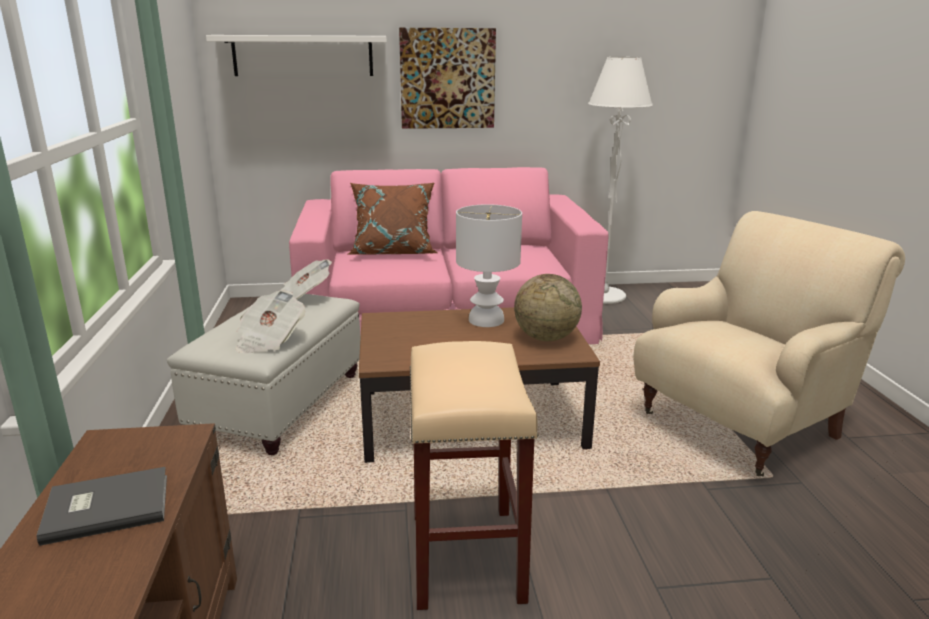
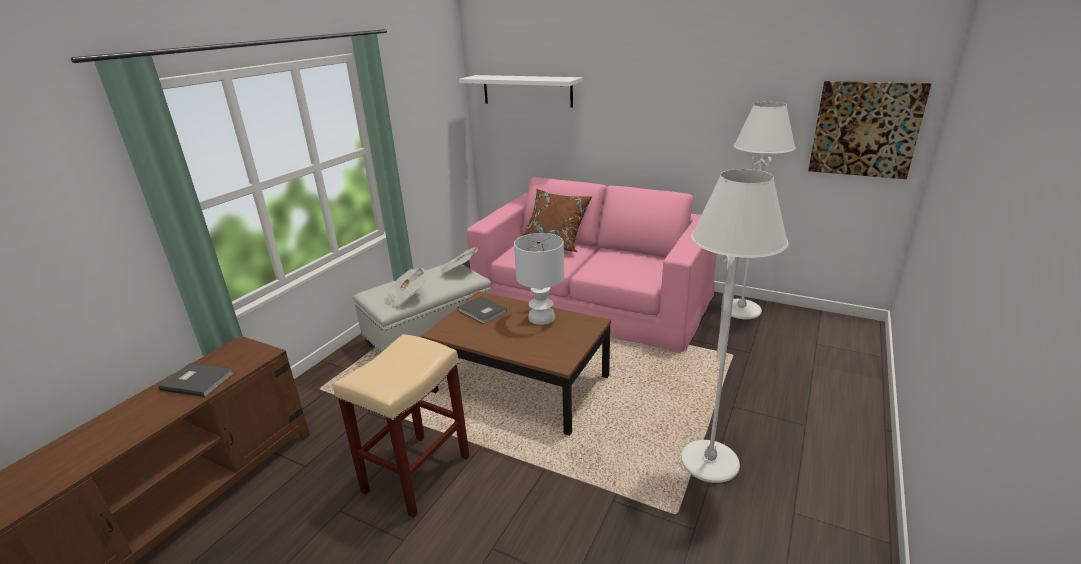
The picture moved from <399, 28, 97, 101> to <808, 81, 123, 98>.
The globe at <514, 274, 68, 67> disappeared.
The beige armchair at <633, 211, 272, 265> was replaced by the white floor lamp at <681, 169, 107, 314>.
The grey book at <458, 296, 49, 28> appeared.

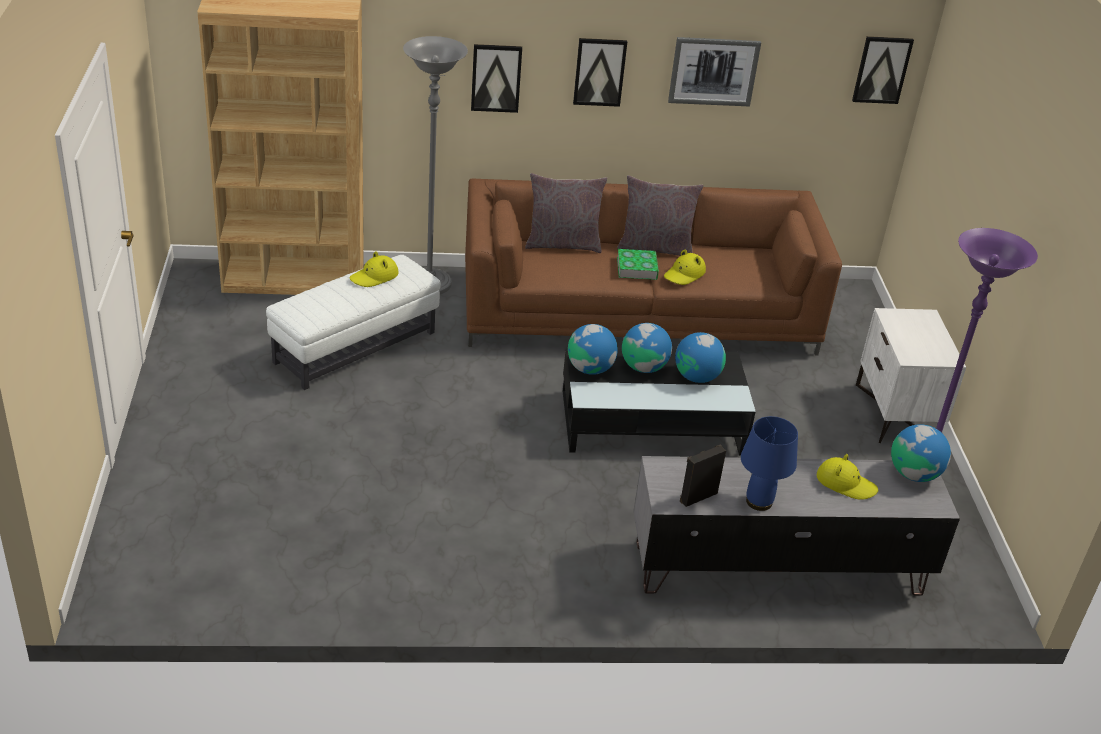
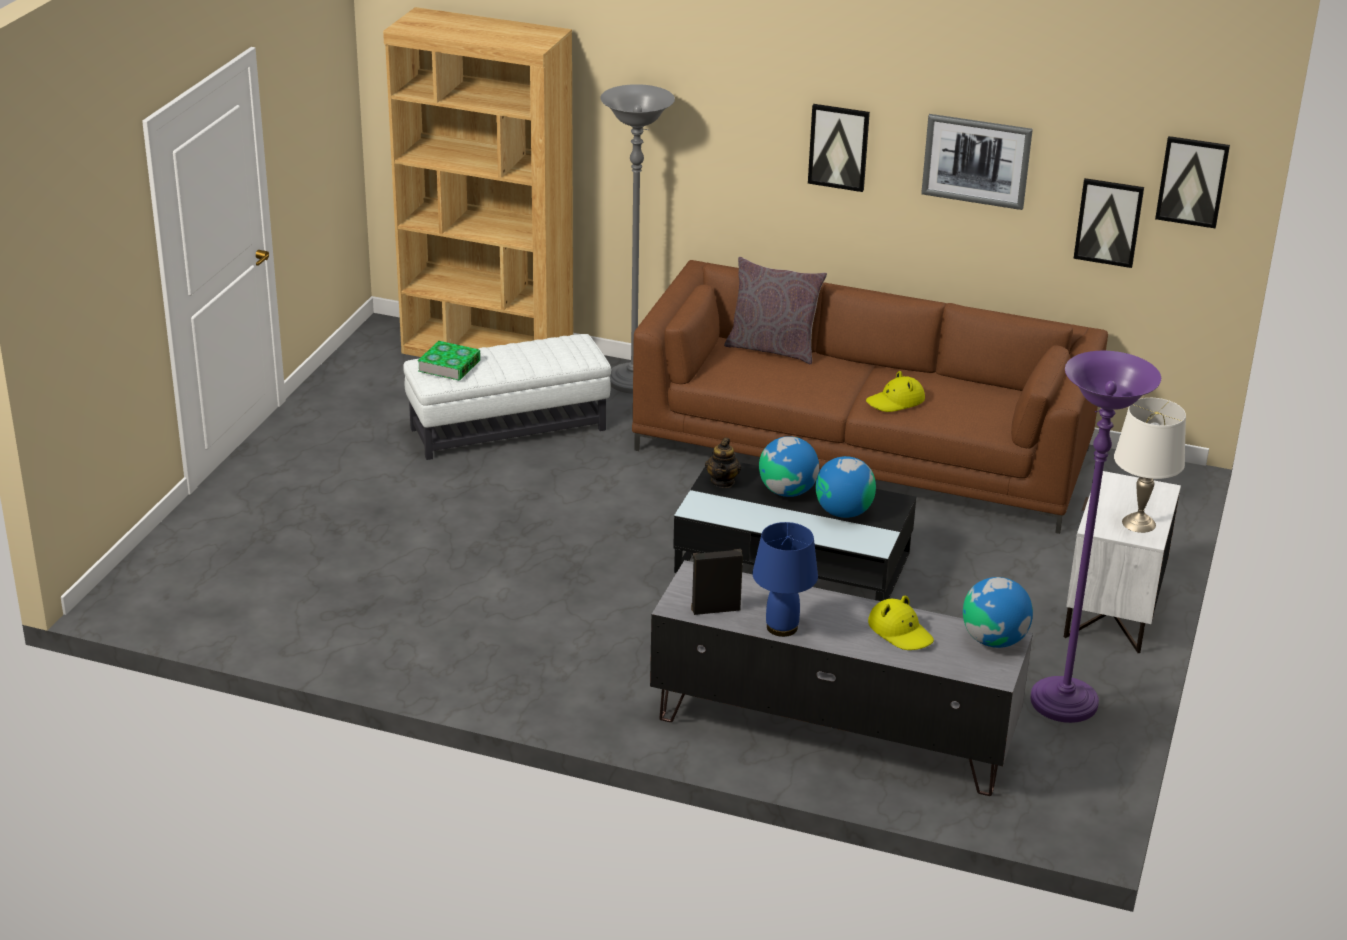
The yellow hat at <350, 251, 49, 36> disappeared.
The picture moved from <471, 44, 51, 69> to <1073, 178, 71, 90>.
The globe at <568, 324, 50, 51> was replaced by the teapot at <705, 438, 36, 50>.
The grey pillow at <617, 175, 86, 81> disappeared.
The book moved from <617, 249, 42, 31> to <418, 341, 63, 39>.
The white table lamp at <1114, 398, 72, 135> appeared.

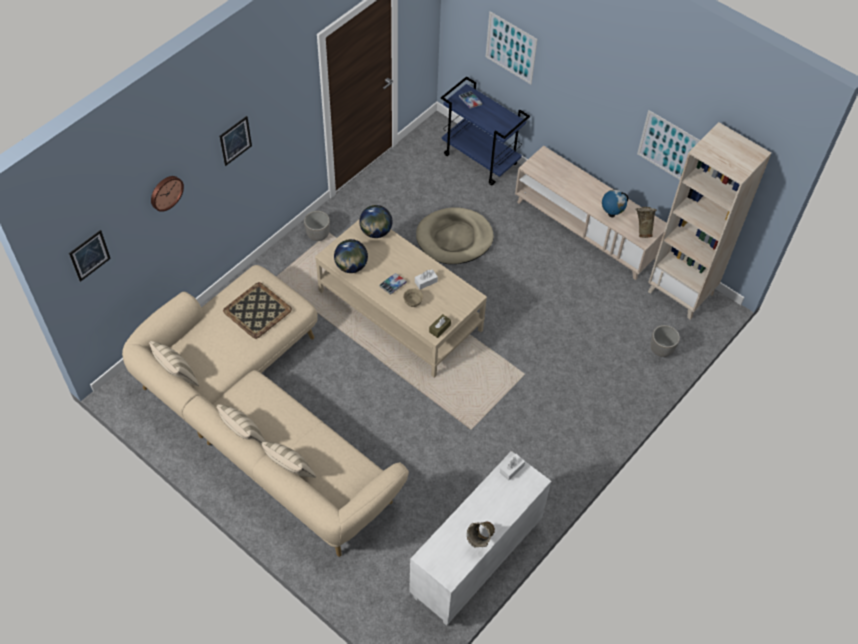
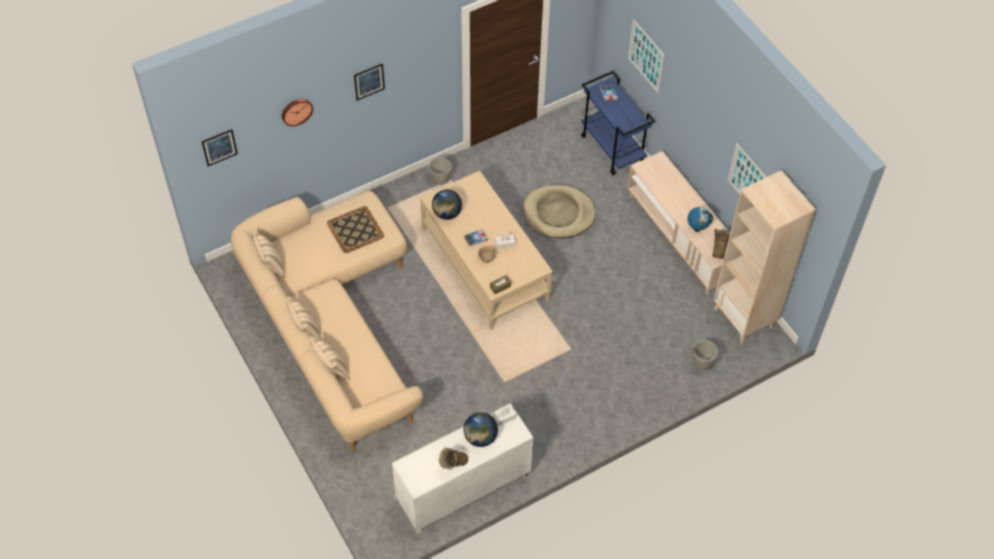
The globe moved from <359, 205, 33, 33> to <464, 412, 34, 35>.

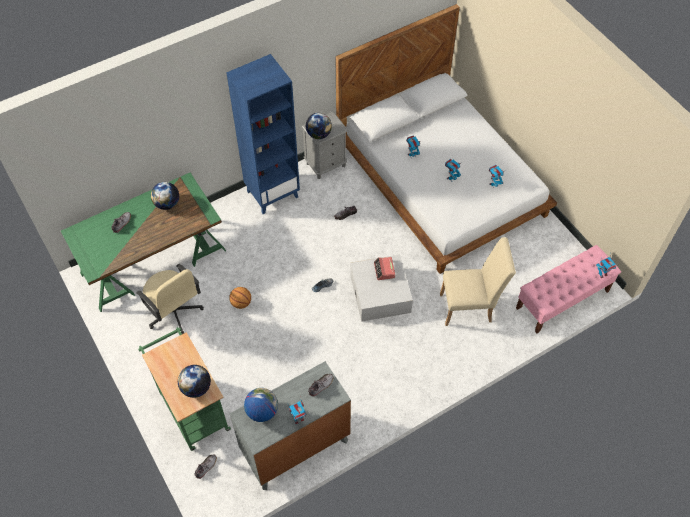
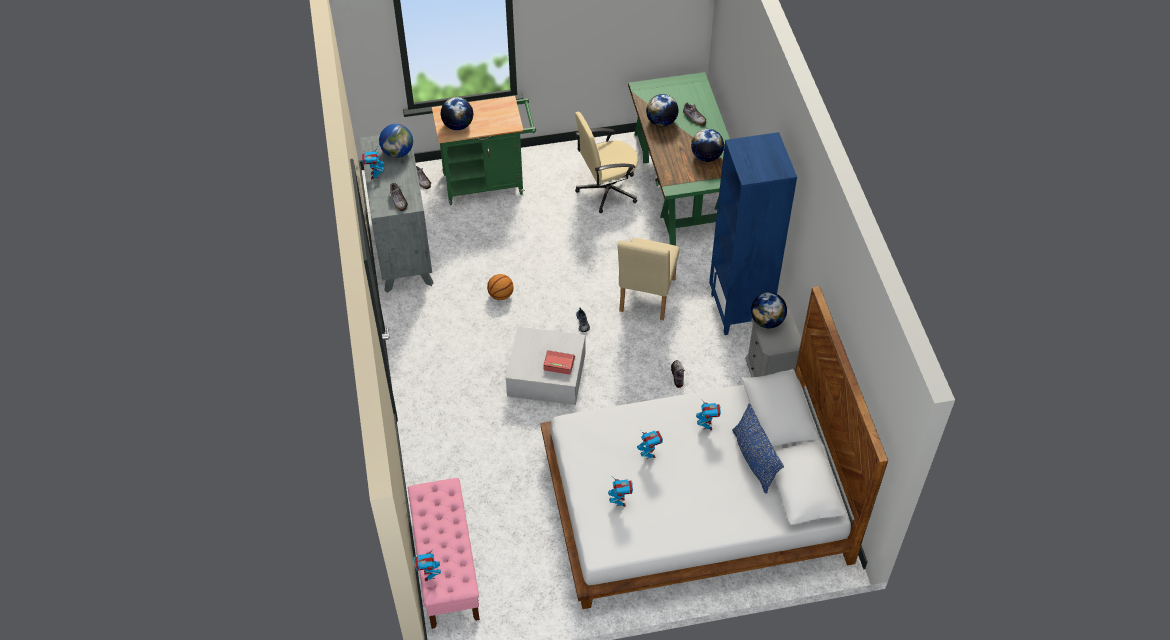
The basketball moved from <229, 287, 22, 22> to <487, 274, 27, 26>.
The beige chair moved from <440, 237, 76, 89> to <618, 238, 61, 82>.
The globe at <646, 94, 33, 33> appeared.
The blue pillow at <732, 403, 52, 91> appeared.

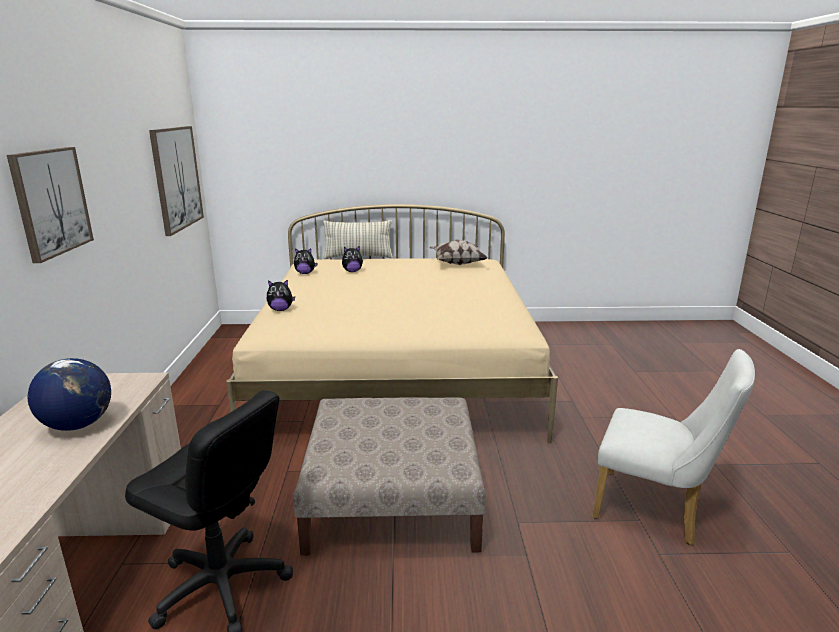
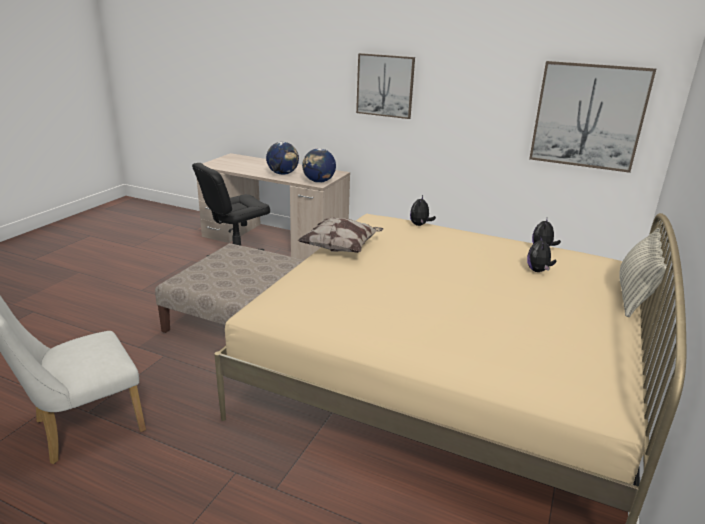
The pillow moved from <430, 240, 57, 25> to <297, 218, 86, 35>.
The globe at <302, 148, 34, 35> appeared.

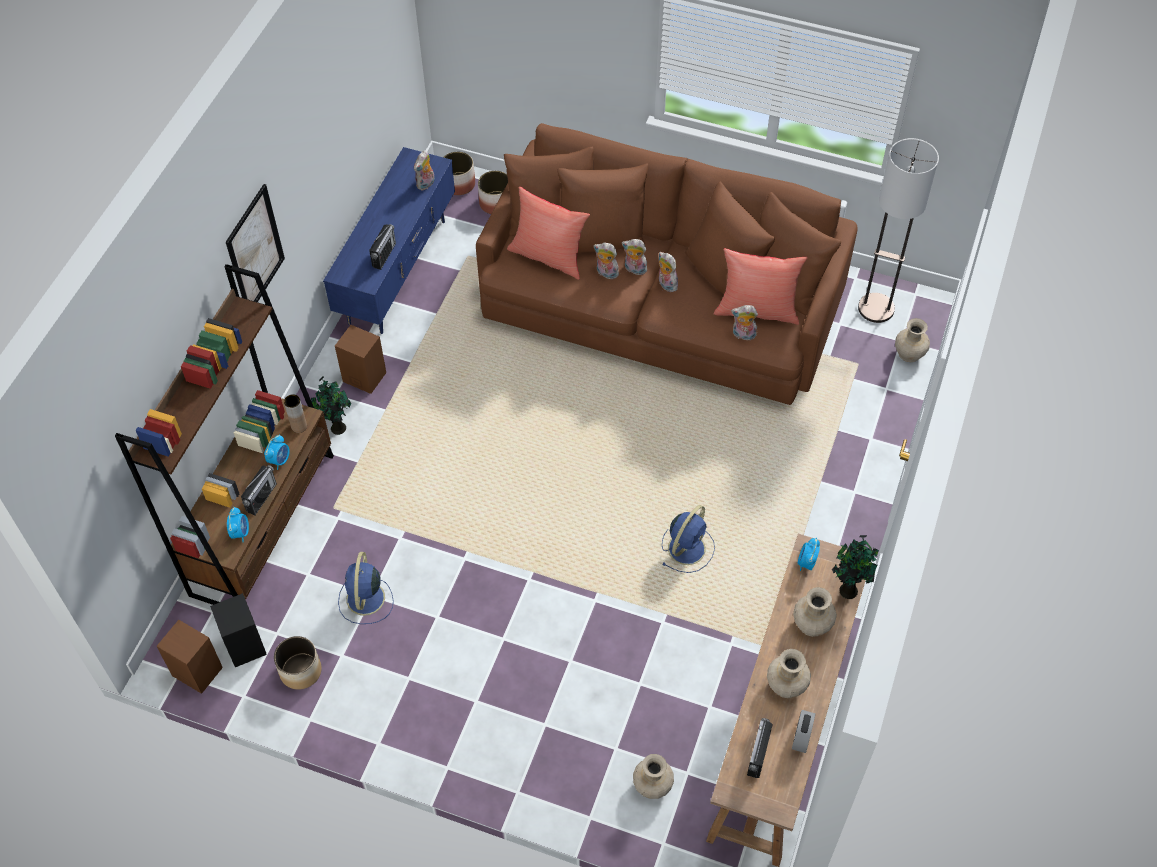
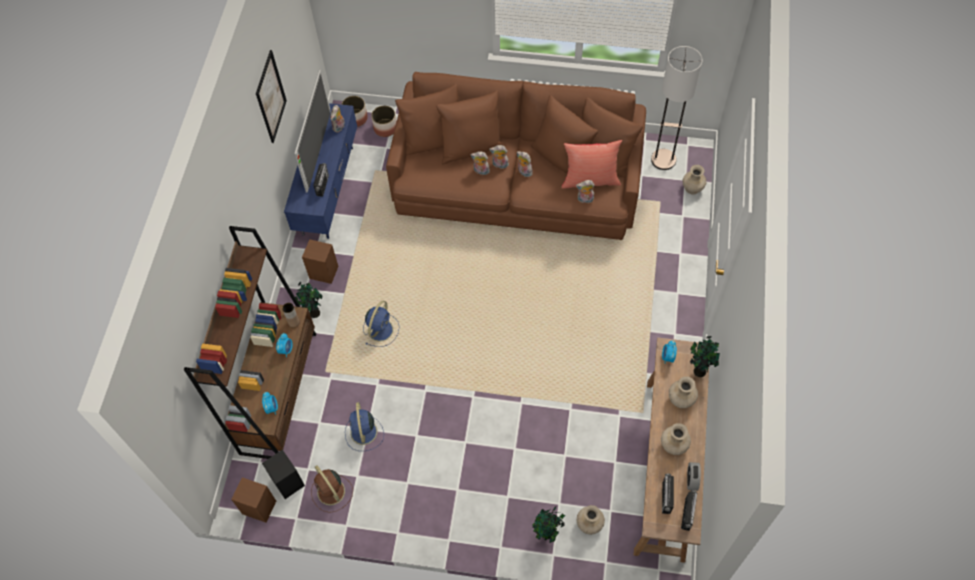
The picture moved from <226, 184, 59, 118> to <256, 50, 31, 93>.
The radio moved from <241, 465, 36, 50> to <681, 490, 16, 41>.
The planter at <274, 636, 48, 54> was replaced by the brown fan at <311, 465, 42, 48>.
The red pillow at <507, 187, 83, 93> disappeared.
The blue fan moved from <662, 505, 53, 68> to <363, 301, 36, 46>.
The television at <294, 69, 37, 124> appeared.
The potted plant at <532, 506, 33, 37> appeared.

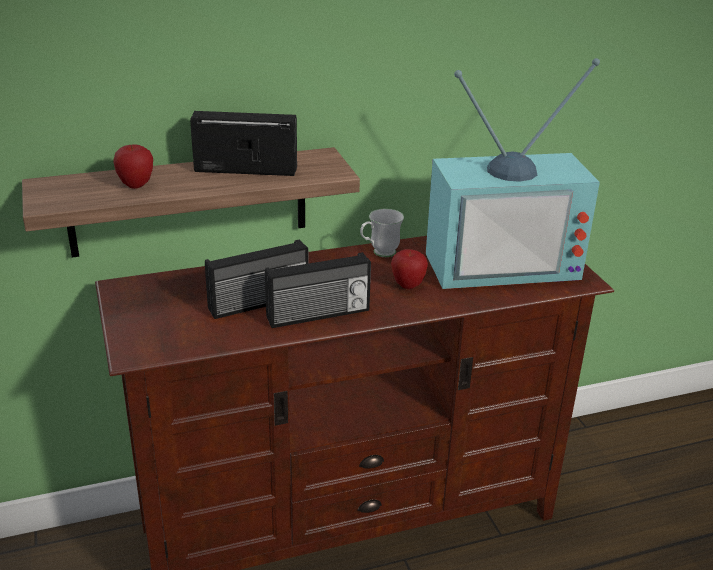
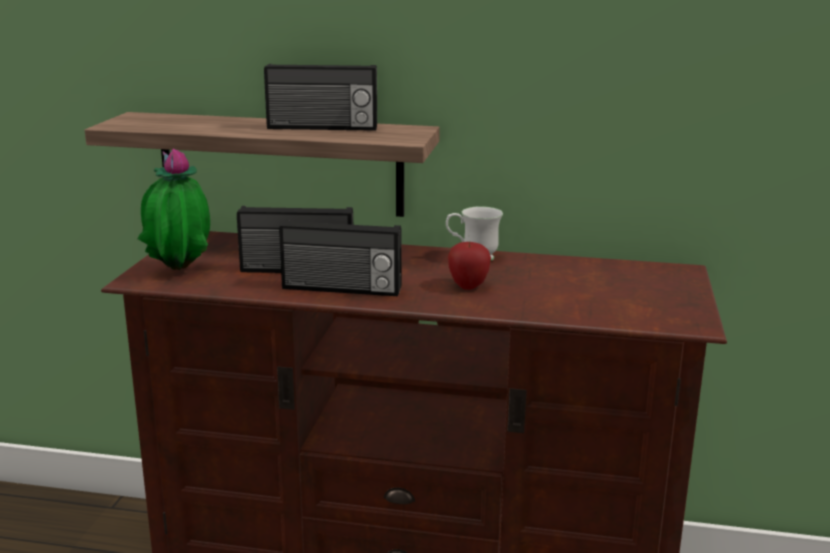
The apple at <113, 144, 40, 45> disappeared.
The radio at <190, 111, 107, 65> turned 150 degrees clockwise.
The television at <426, 58, 174, 231> disappeared.
The potted plant at <138, 149, 72, 121> appeared.

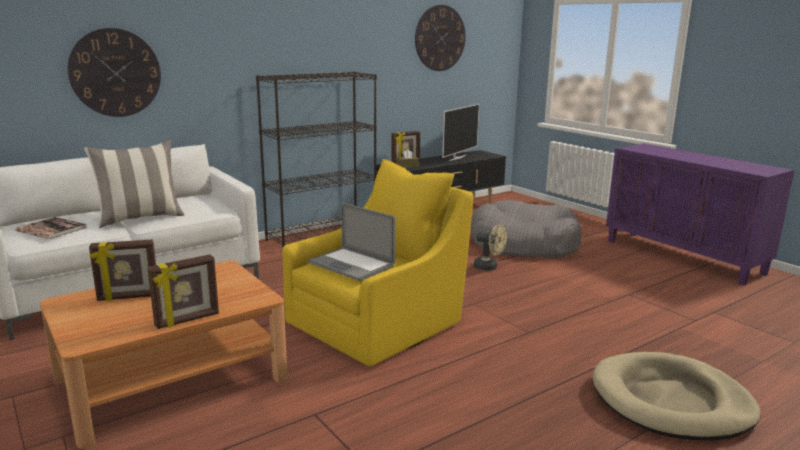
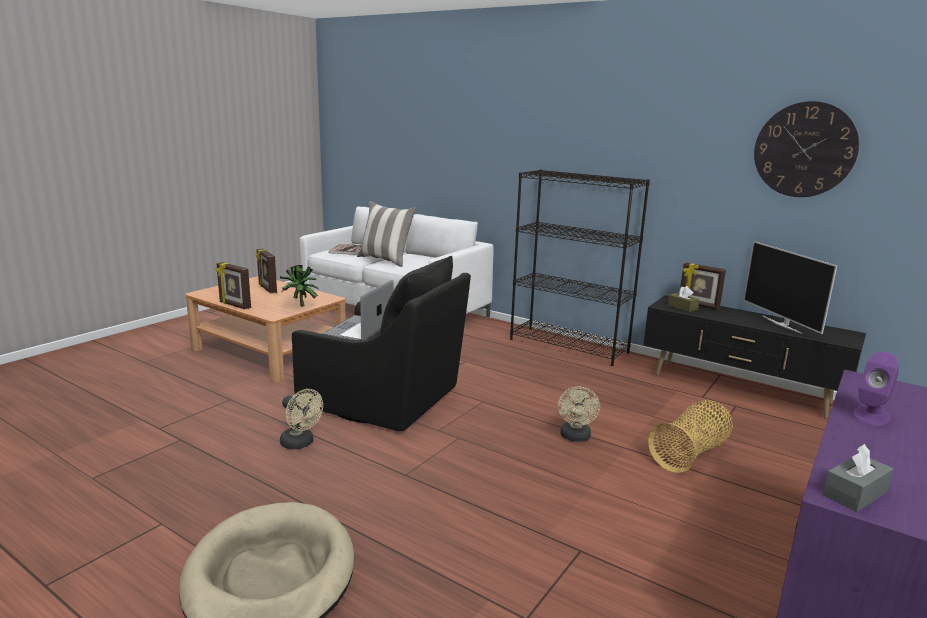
The wall clock at <67, 28, 94, 89> disappeared.
The yellow armchair at <282, 159, 192, 208> became the black armchair at <292, 256, 179, 175>.
The television at <442, 104, 37, 57> turned 60 degrees clockwise.
The grey dog bed at <471, 200, 110, 58> was replaced by the basket at <648, 400, 85, 73>.
The potted plant at <280, 265, 39, 42> appeared.
The beige fan at <280, 389, 43, 60> appeared.
The grey tissue box at <823, 444, 71, 68> appeared.
The purple speaker at <852, 352, 47, 74> appeared.

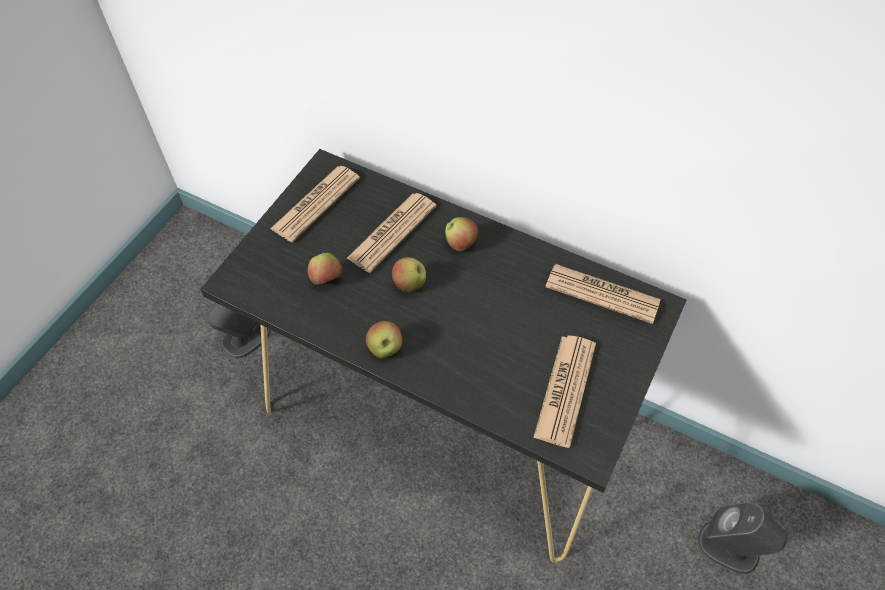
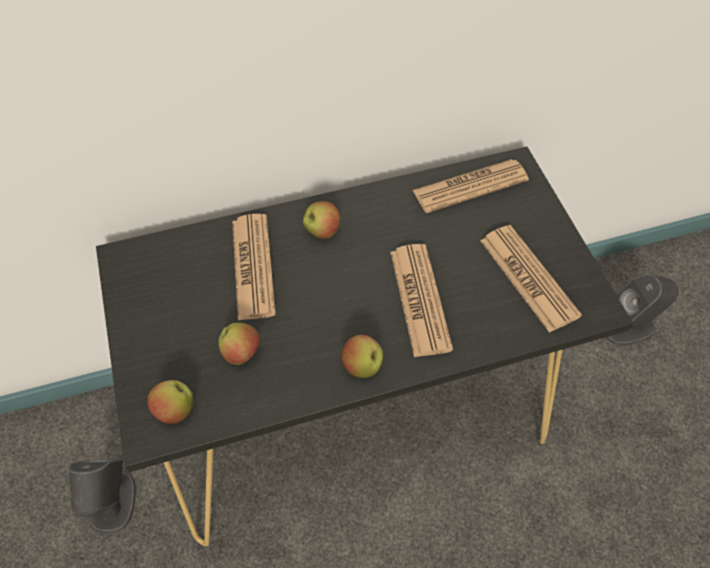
The newspaper moved from <270, 166, 90, 76> to <390, 244, 63, 113>.
The apple moved from <392, 257, 34, 35> to <147, 380, 47, 44>.

